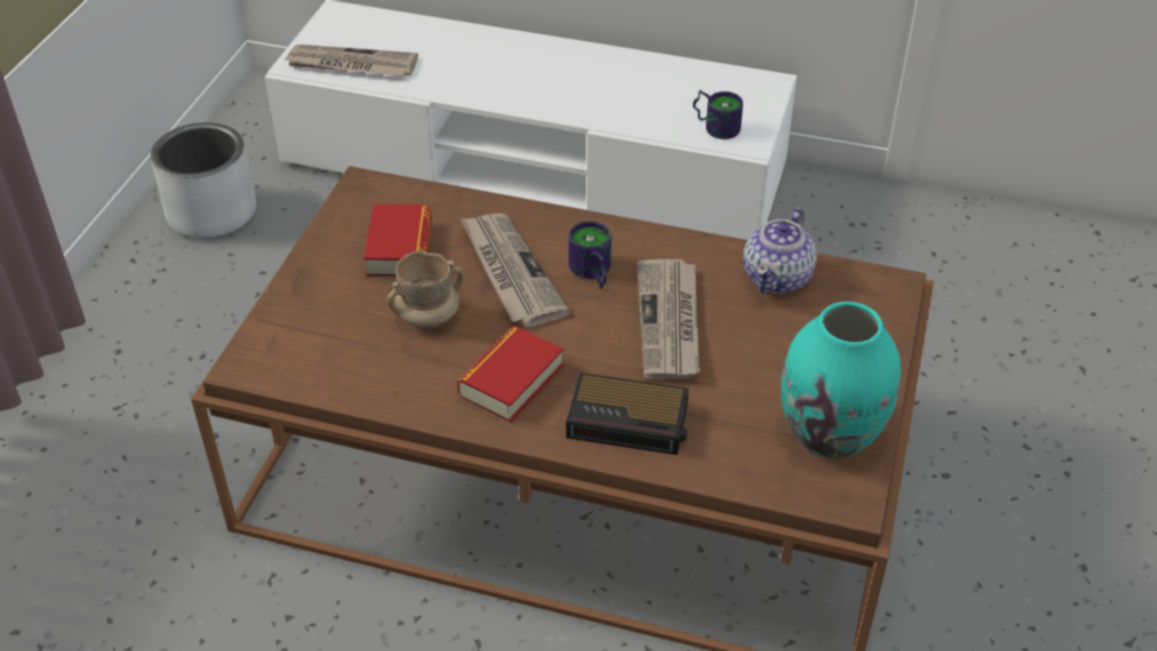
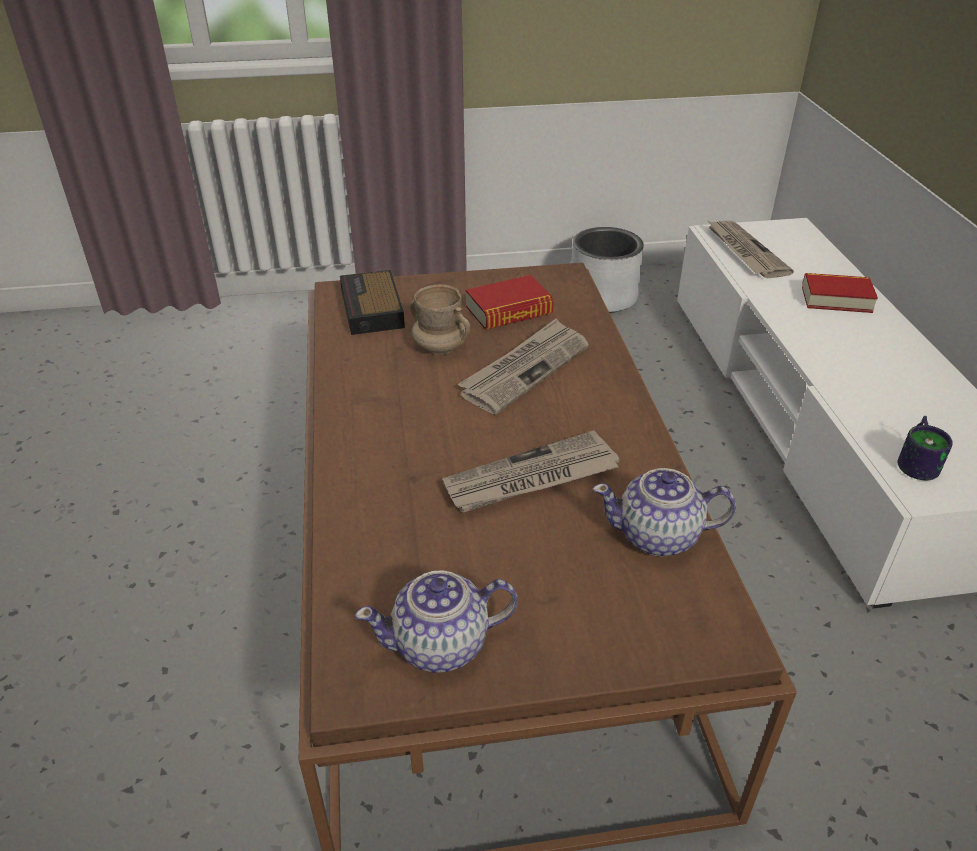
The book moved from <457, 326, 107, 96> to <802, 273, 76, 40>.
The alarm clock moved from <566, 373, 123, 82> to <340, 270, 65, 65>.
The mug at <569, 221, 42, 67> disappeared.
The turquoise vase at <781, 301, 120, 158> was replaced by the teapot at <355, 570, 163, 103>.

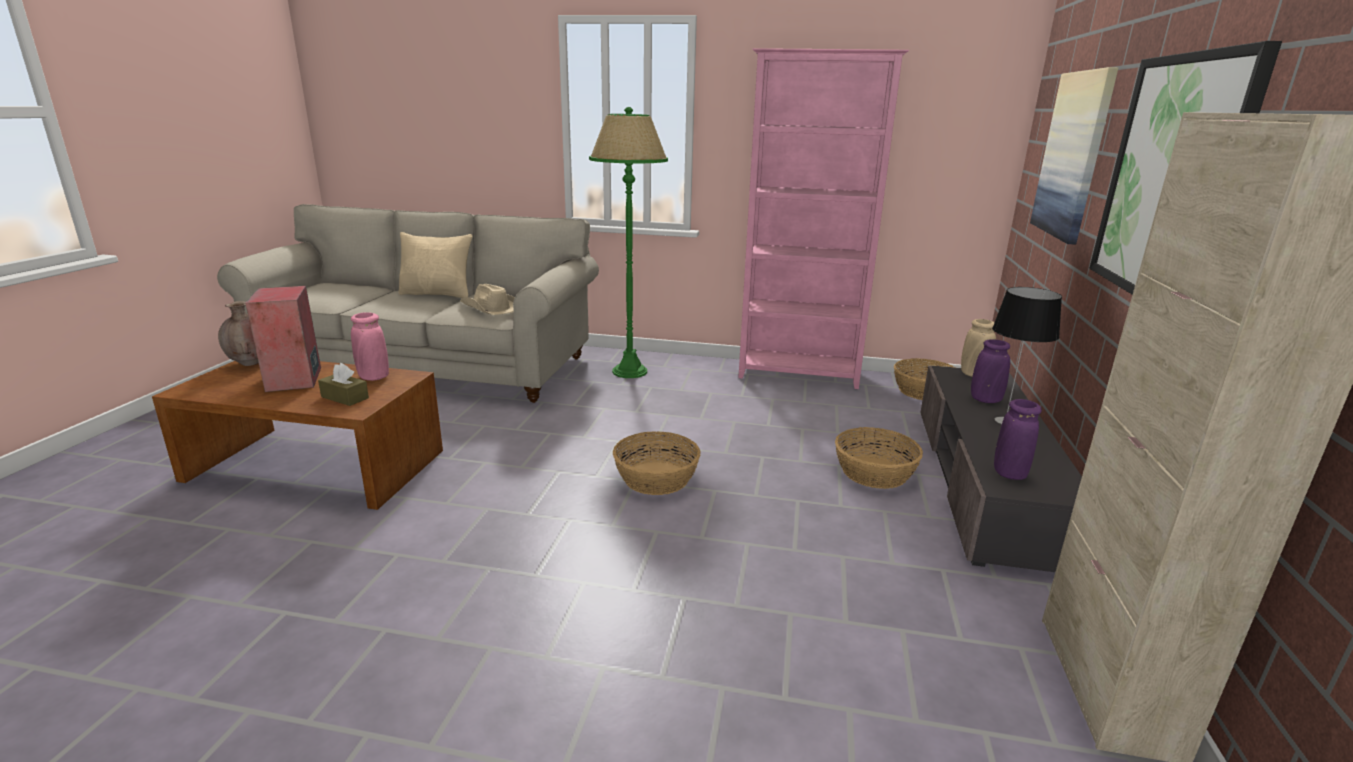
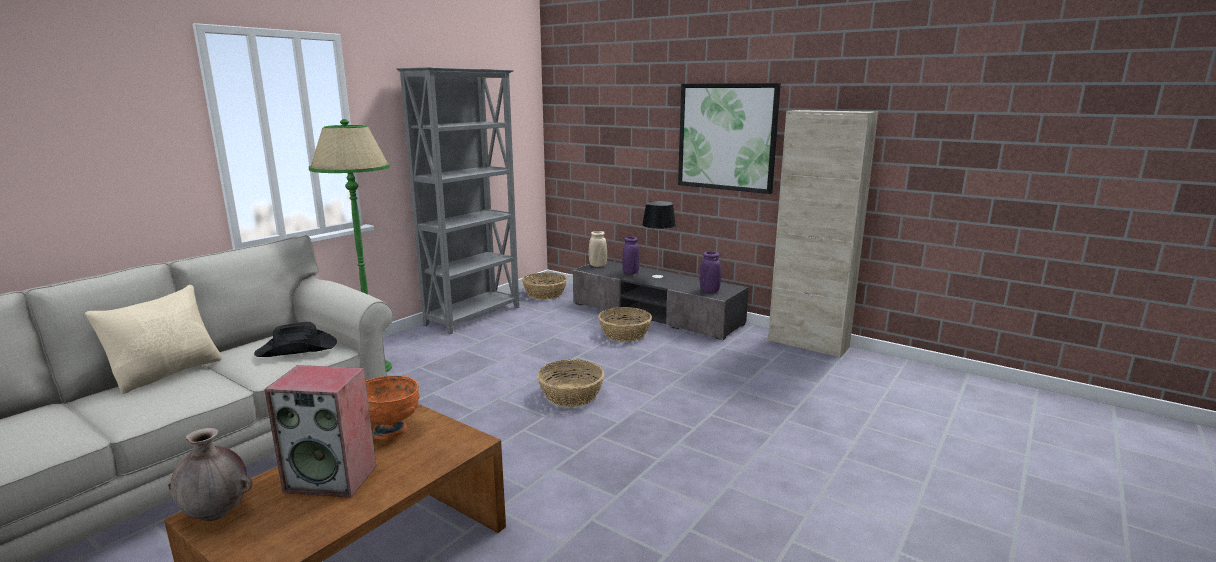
The brown tissue box at <318, 363, 51, 43> disappeared.
The pink vase at <351, 312, 38, 69> was replaced by the orange bowl at <366, 375, 54, 64>.
The beige hat at <460, 284, 55, 31> became the black hat at <254, 322, 83, 35>.
The pink bookcase at <738, 48, 171, 341> became the grey bookcase at <396, 67, 123, 267>.
The picture at <1030, 67, 88, 178> disappeared.

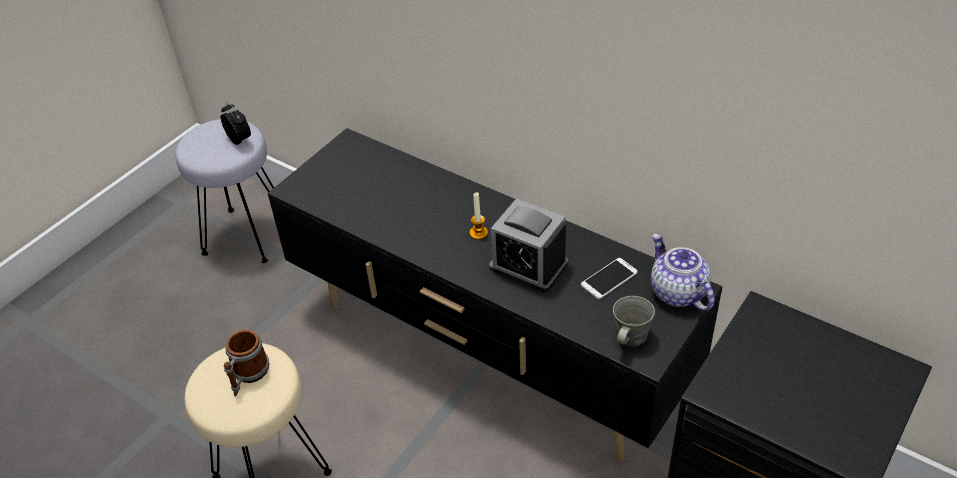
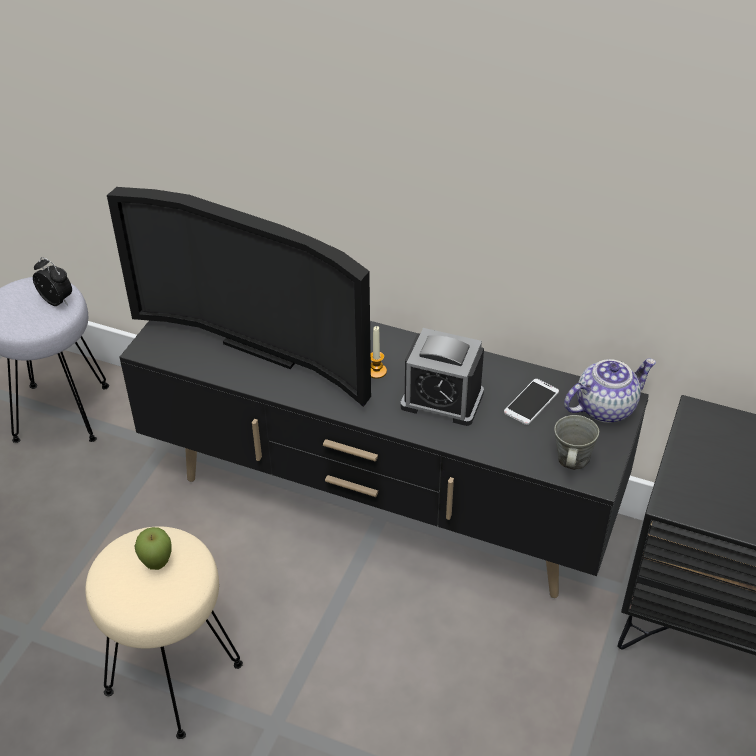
The mug at <224, 330, 45, 66> was replaced by the apple at <135, 527, 37, 43>.
The teapot at <651, 234, 64, 77> turned 105 degrees clockwise.
The television at <107, 187, 264, 220> appeared.

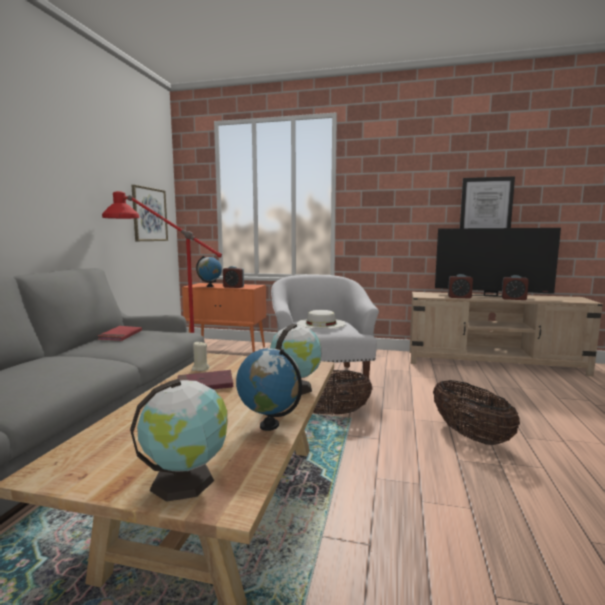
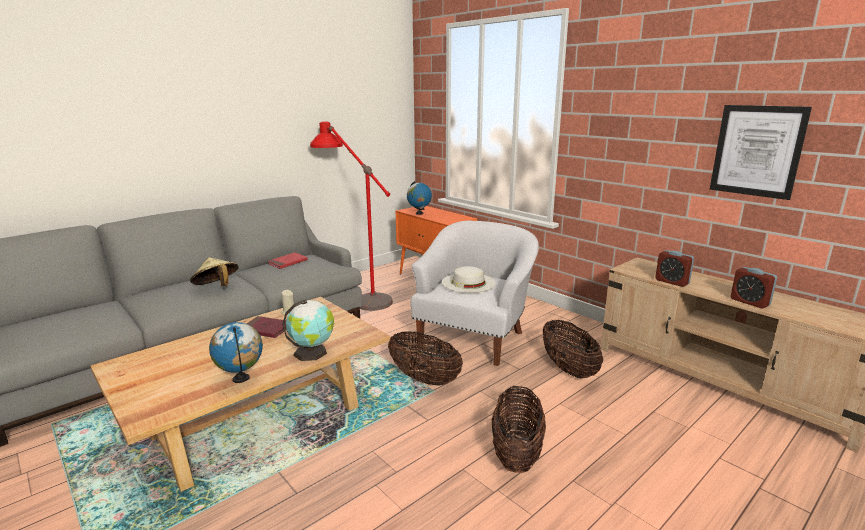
The globe at <130, 379, 97, 123> disappeared.
The picture at <131, 185, 37, 56> disappeared.
The alarm clock at <223, 266, 21, 22> disappeared.
The television at <435, 228, 126, 69> disappeared.
The beige hat at <190, 257, 49, 29> appeared.
The basket at <543, 320, 60, 58> appeared.

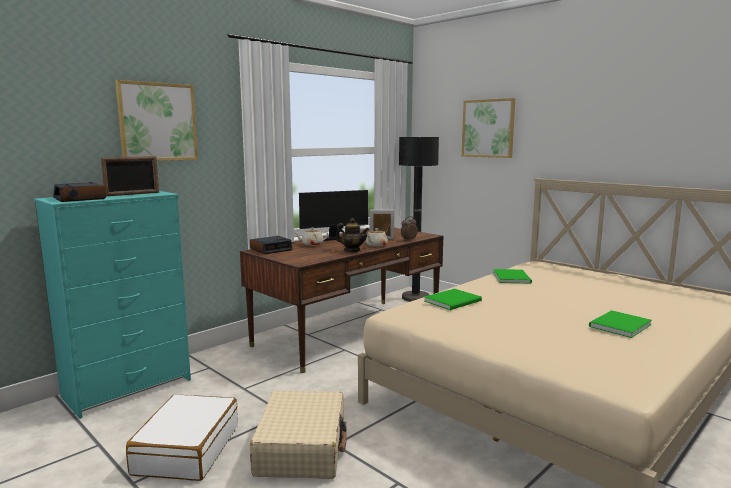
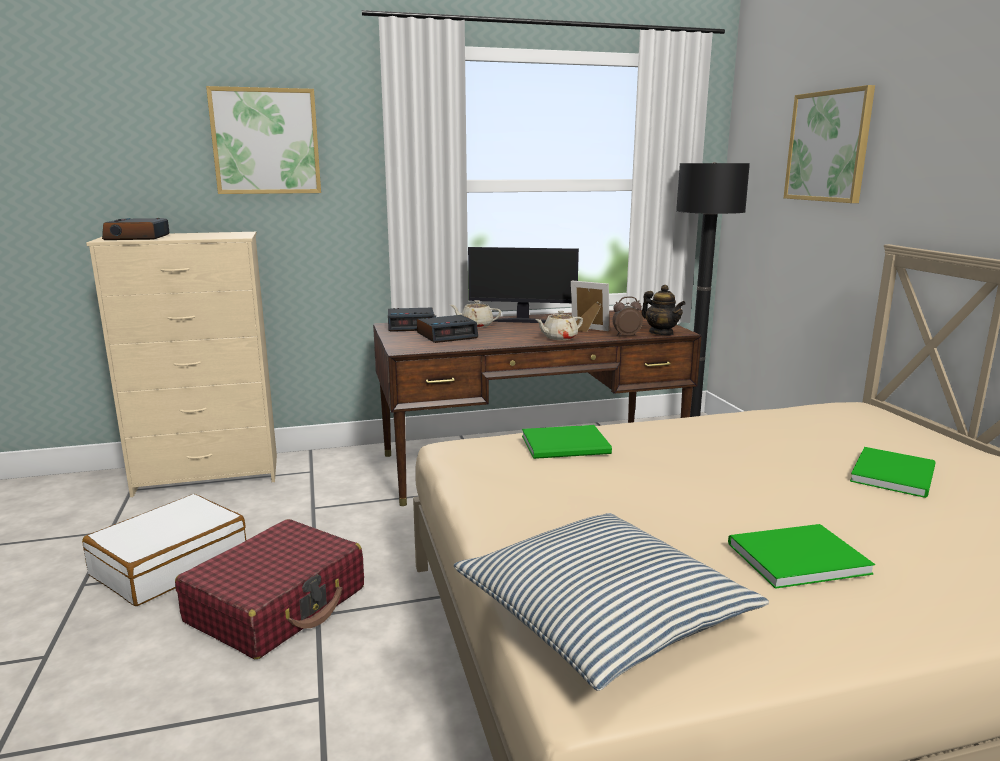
The turquoise dresser at <34, 191, 157, 228> became the beige dresser at <86, 232, 191, 265>.
The picture frame at <101, 156, 58, 40> disappeared.
The beige suitcase at <250, 390, 96, 89> became the red suitcase at <175, 519, 189, 140>.
The teapot moved from <335, 218, 34, 34> to <642, 285, 44, 50>.
The green book moved from <493, 269, 39, 15> to <850, 447, 86, 51>.
The alarm clock at <417, 315, 61, 28> appeared.
The pillow at <454, 513, 315, 178> appeared.

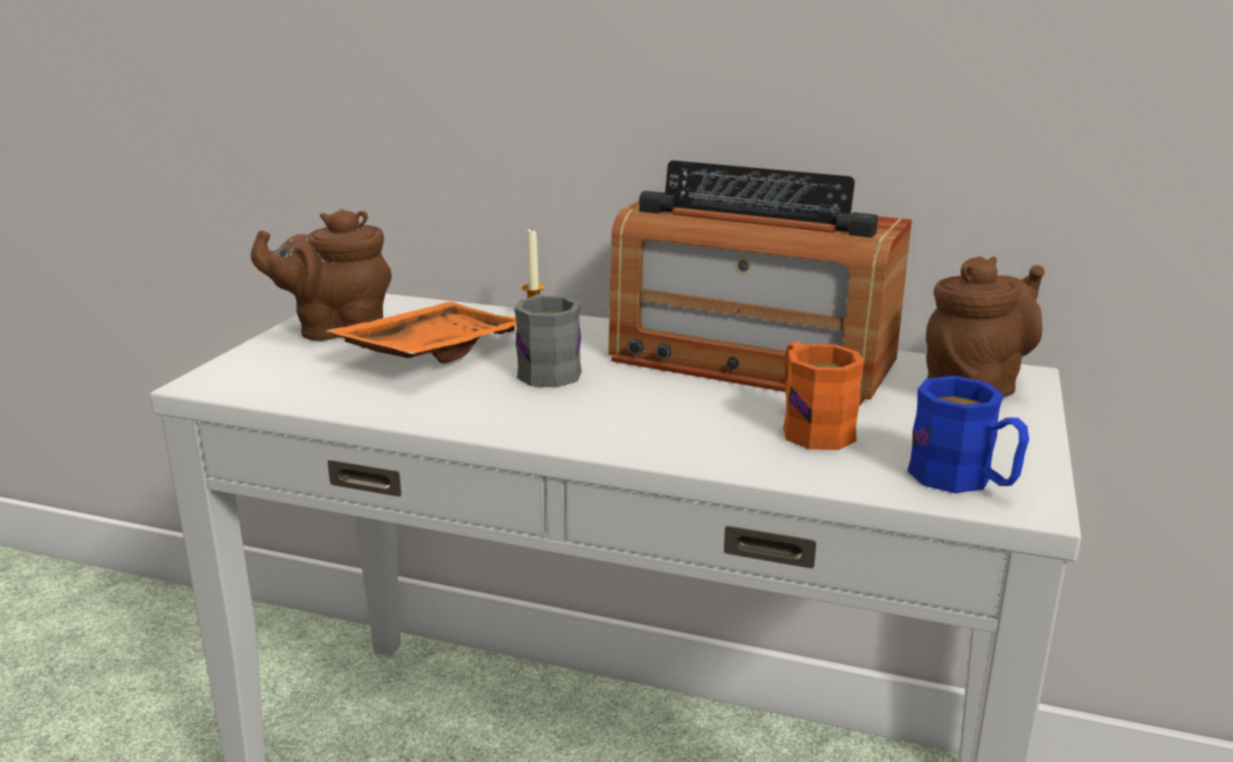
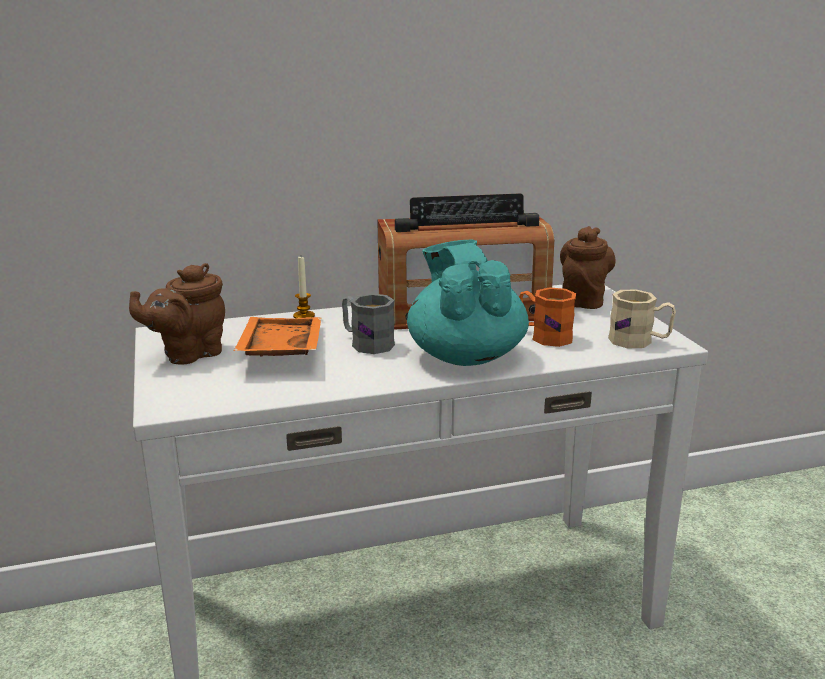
The blue mug at <908, 376, 121, 117> became the beige mug at <608, 289, 68, 59>.
The turquoise teapot at <407, 239, 122, 127> appeared.

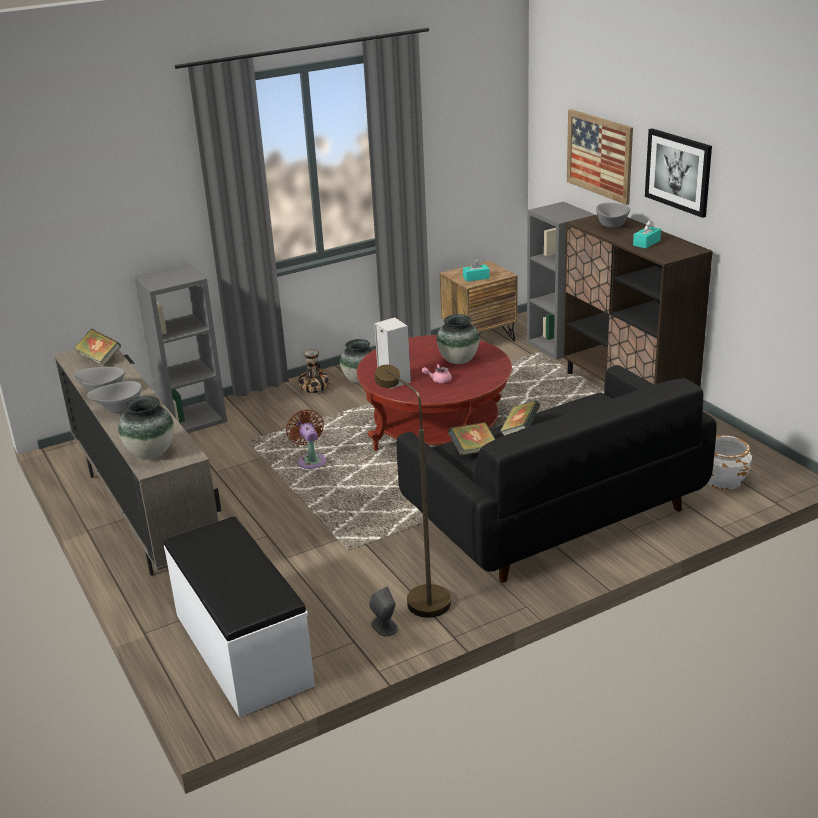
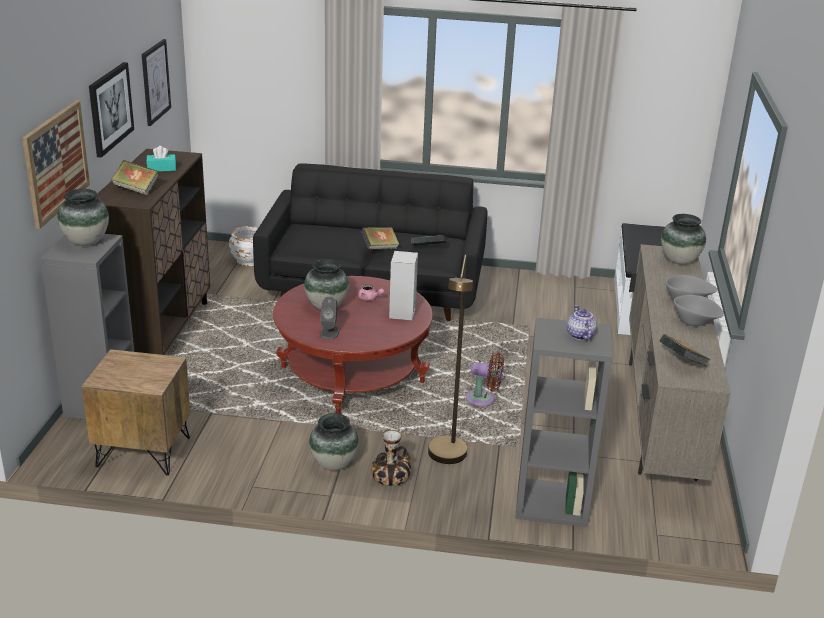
The brown fan at <286, 409, 40, 60> turned 90 degrees counterclockwise.
The grey speaker moved from <369, 587, 29, 49> to <320, 297, 20, 43>.
The brown floor lamp moved from <375, 365, 76, 253> to <428, 255, 45, 209>.
The turquoise tissue box at <463, 259, 27, 23> disappeared.
The grey bowl at <596, 203, 34, 25> was replaced by the book at <111, 160, 49, 35>.
The vase at <57, 189, 52, 57> appeared.
The picture at <142, 39, 29, 87> appeared.
The teapot at <567, 305, 30, 35> appeared.

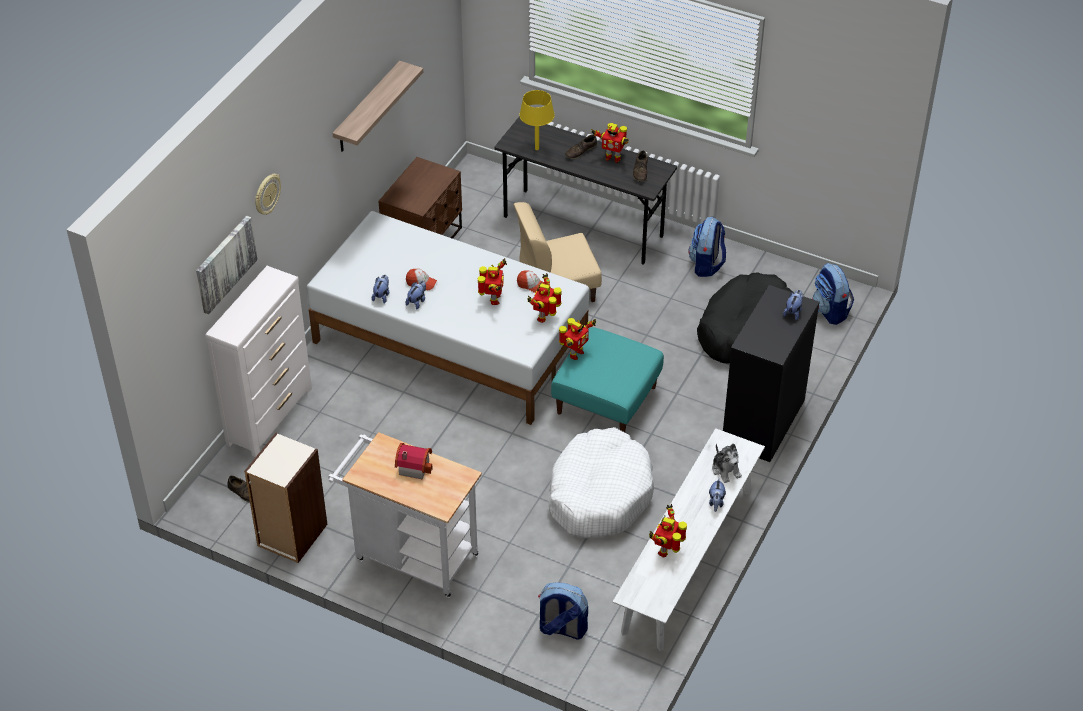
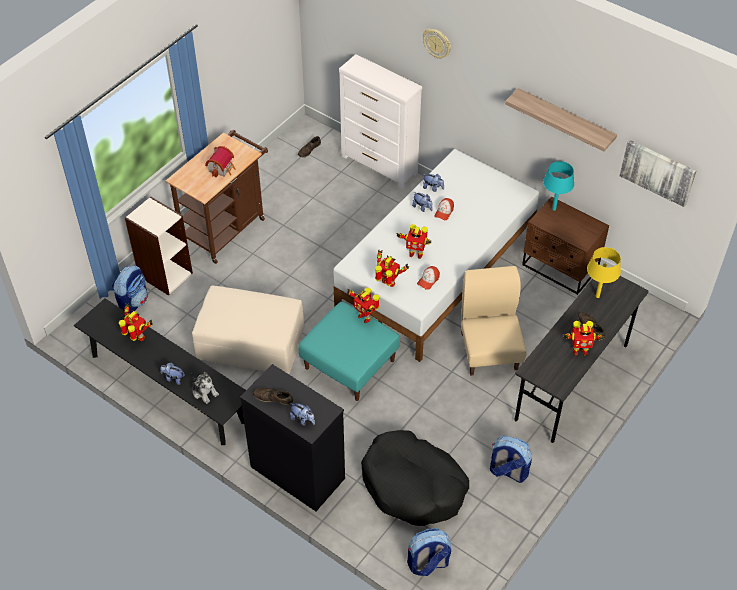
The picture moved from <196, 216, 62, 98> to <620, 140, 76, 67>.
The bookcase moved from <244, 433, 83, 130> to <125, 196, 68, 100>.
The white cart at <328, 432, 154, 166> became the brown cart at <166, 130, 102, 134>.
The white dog bed at <549, 427, 105, 111> was replaced by the beige ottoman at <192, 286, 113, 88>.
The toy robot at <591, 123, 38, 40> turned 120 degrees counterclockwise.
The white bench at <613, 428, 152, 223> became the black bench at <74, 299, 172, 146>.
The brown shoe moved from <633, 151, 15, 31> to <253, 388, 40, 17>.
The plush toy at <712, 443, 30, 40> turned 120 degrees counterclockwise.
The turquoise table lamp at <543, 161, 31, 50> appeared.

